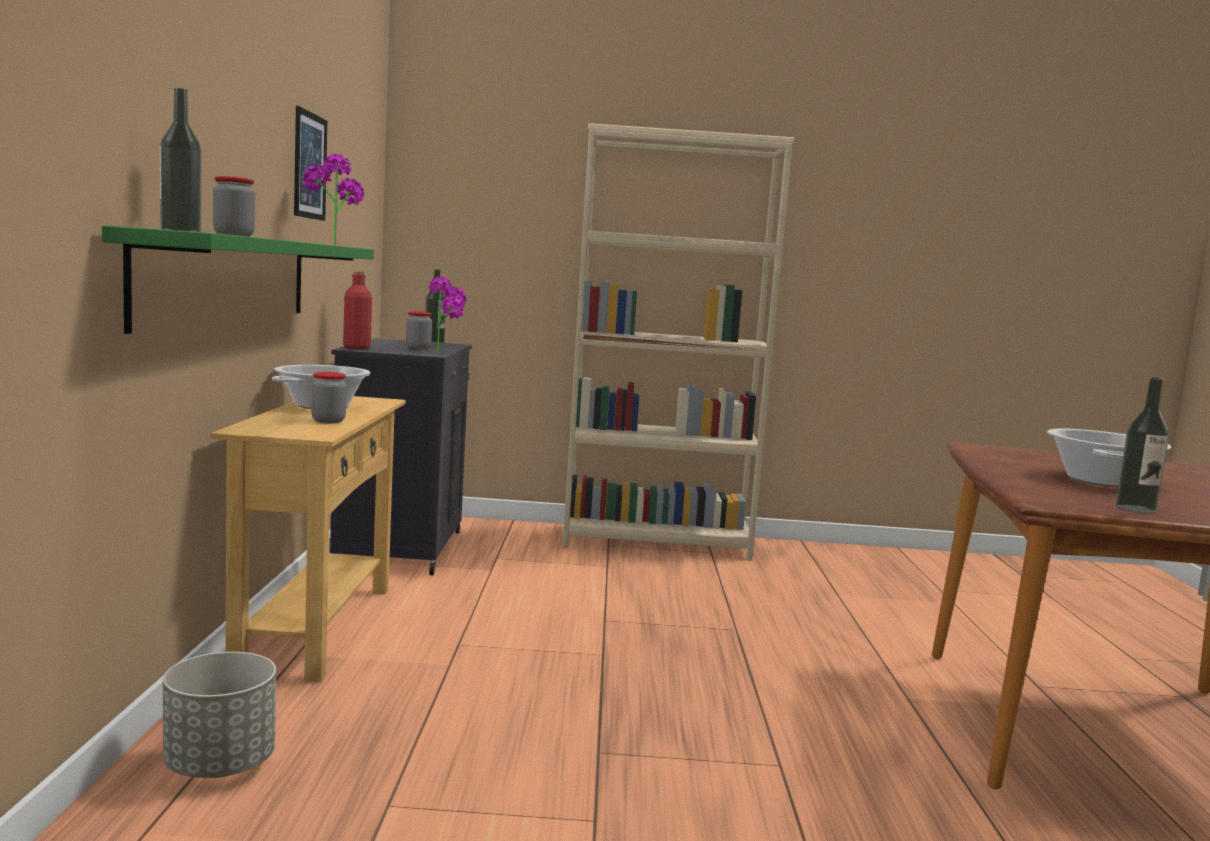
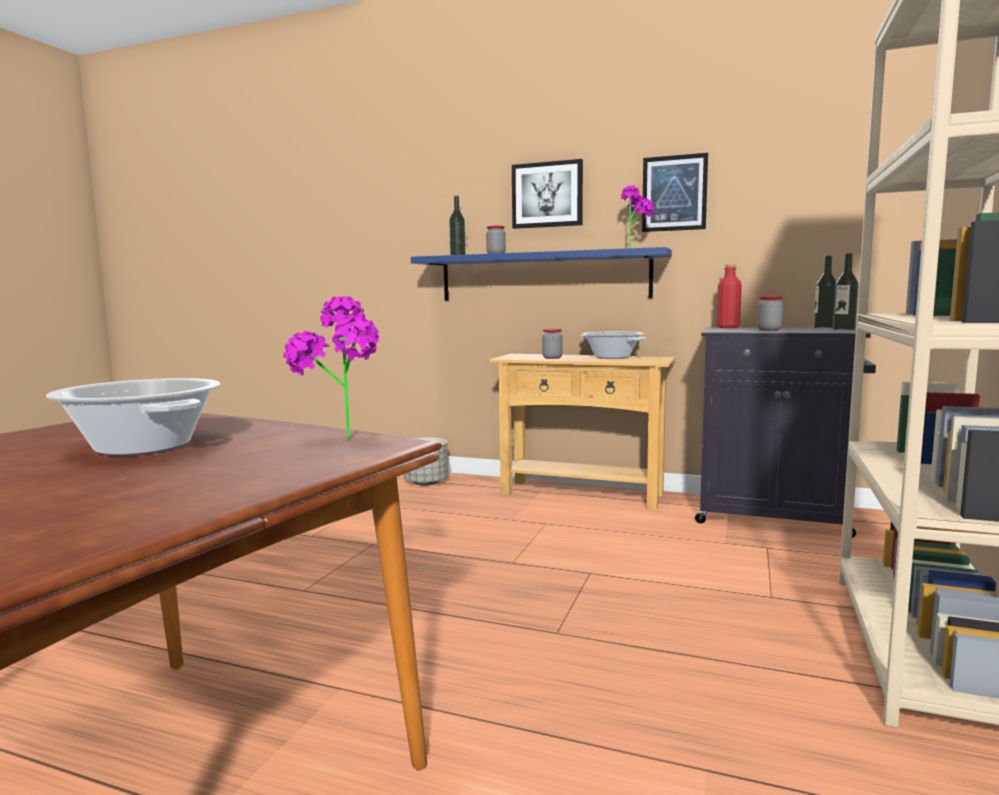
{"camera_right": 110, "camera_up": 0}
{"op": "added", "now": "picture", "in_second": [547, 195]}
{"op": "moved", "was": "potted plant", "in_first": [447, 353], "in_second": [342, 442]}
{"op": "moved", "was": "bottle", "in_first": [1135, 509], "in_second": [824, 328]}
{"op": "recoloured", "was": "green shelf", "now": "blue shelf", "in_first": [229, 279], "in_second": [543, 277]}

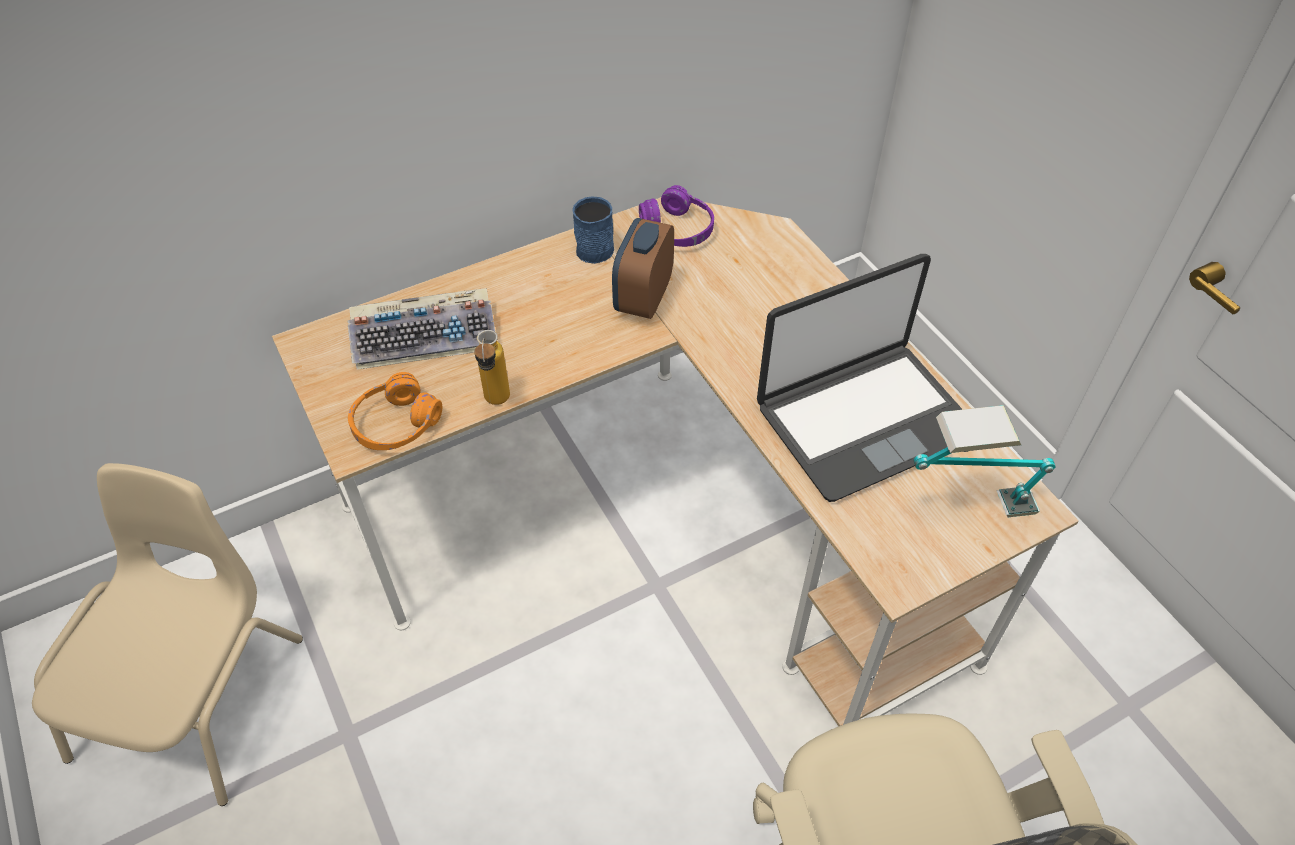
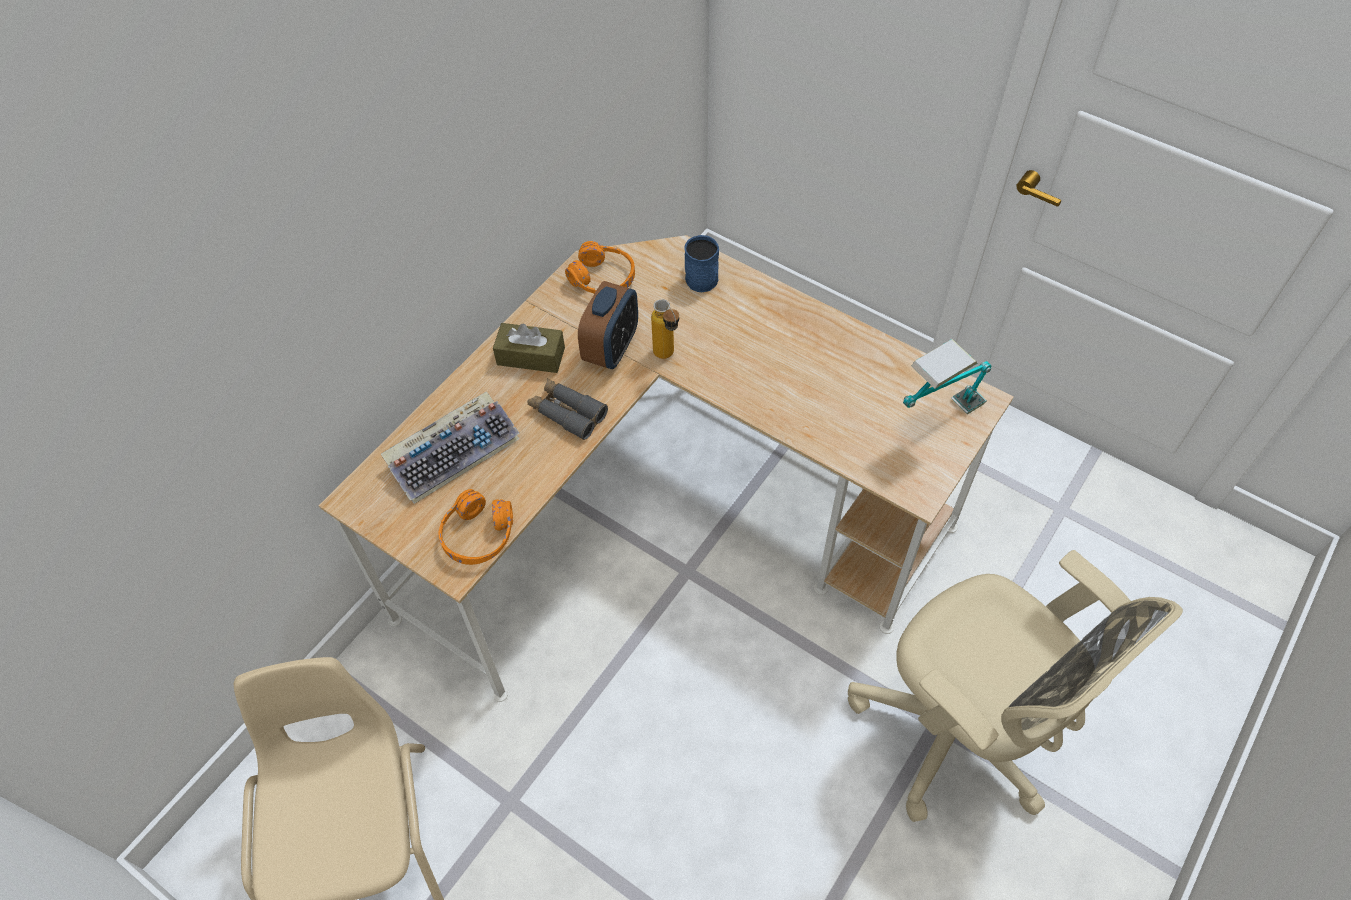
{"camera_right": -25, "camera_up": 5}
{"op": "removed", "was": "laptop", "in_first": [864, 420]}
{"op": "added", "now": "brown tissue box", "in_second": [531, 356]}
{"op": "added", "now": "grey binoculars", "in_second": [567, 413]}
{"op": "moved", "was": "bottle", "in_first": [496, 404], "in_second": [667, 357]}
{"op": "moved", "was": "blue mug", "in_first": [596, 246], "in_second": [700, 275]}
{"op": "recoloured", "was": "purple headphones", "now": "orange headphones", "in_first": [677, 230], "in_second": [603, 278]}
{"op": "turned", "was": "alarm clock", "in_first": [643, 298], "in_second": [611, 349], "clockwise": -150}

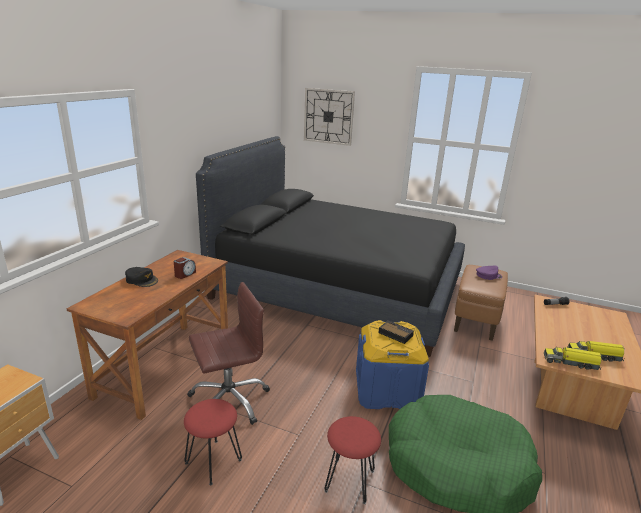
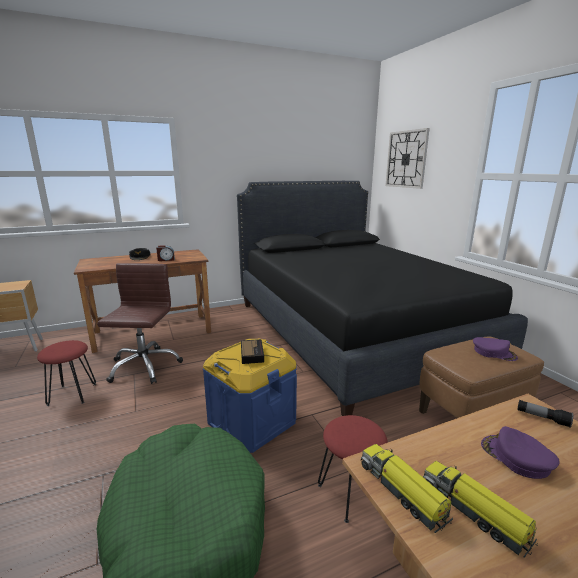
{"camera_right": 45, "camera_up": -5}
{"op": "added", "now": "purple cap", "in_second": [516, 457]}
{"op": "moved", "was": "red stool", "in_first": [350, 481], "in_second": [351, 493]}
{"op": "turned", "was": "brown office chair", "in_first": [229, 400], "in_second": [144, 366], "clockwise": -105}

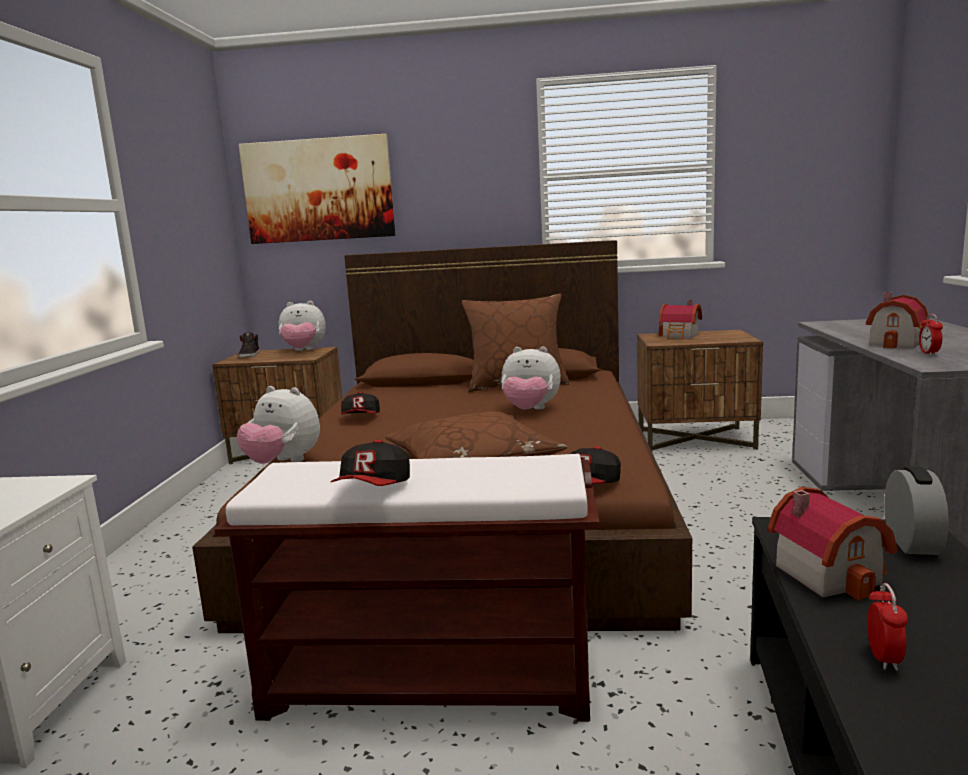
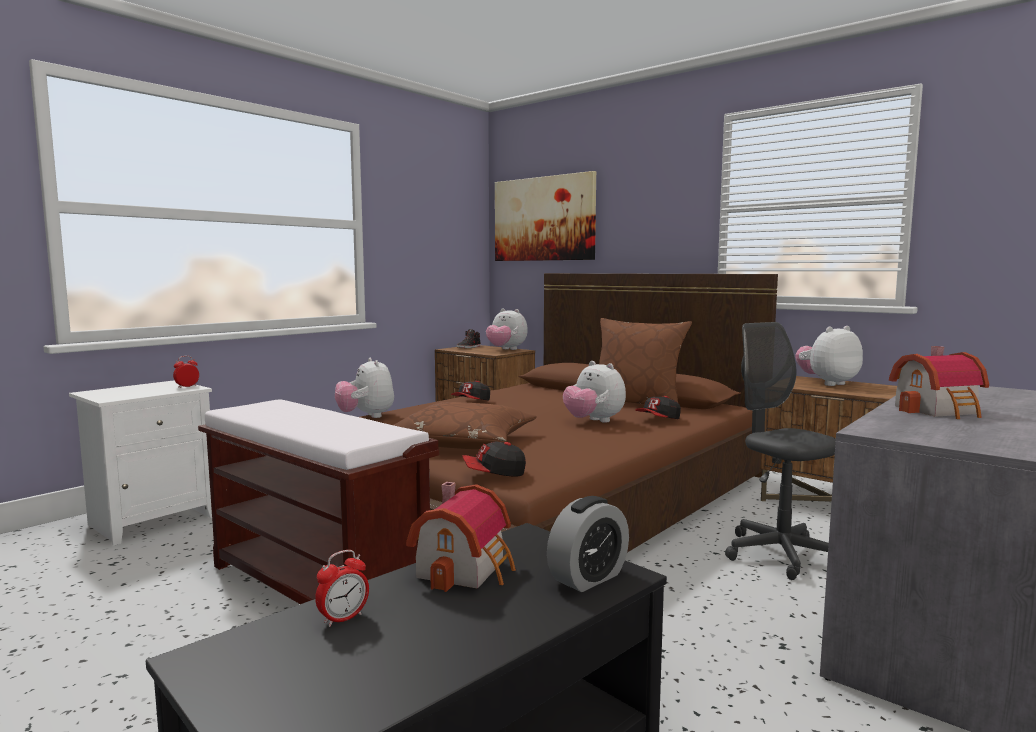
{"camera_right": 35, "camera_up": -5}
{"op": "added", "now": "grey office chair", "in_second": [779, 555]}
{"op": "moved", "was": "cap", "in_first": [374, 488], "in_second": [658, 420]}
{"op": "moved", "was": "alarm clock", "in_first": [929, 353], "in_second": [187, 386]}
{"op": "replaced", "was": "toy house", "now": "plush toy", "in_first": [680, 336], "in_second": [827, 383]}

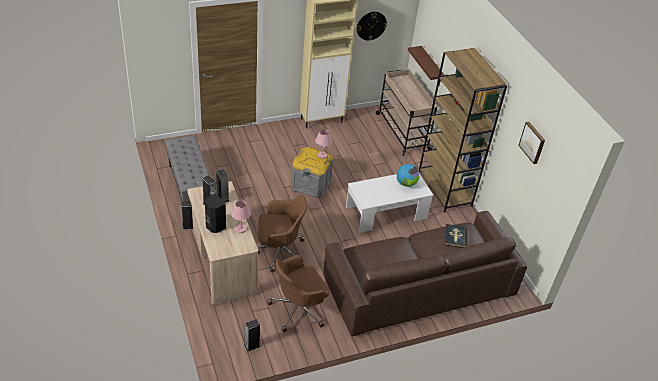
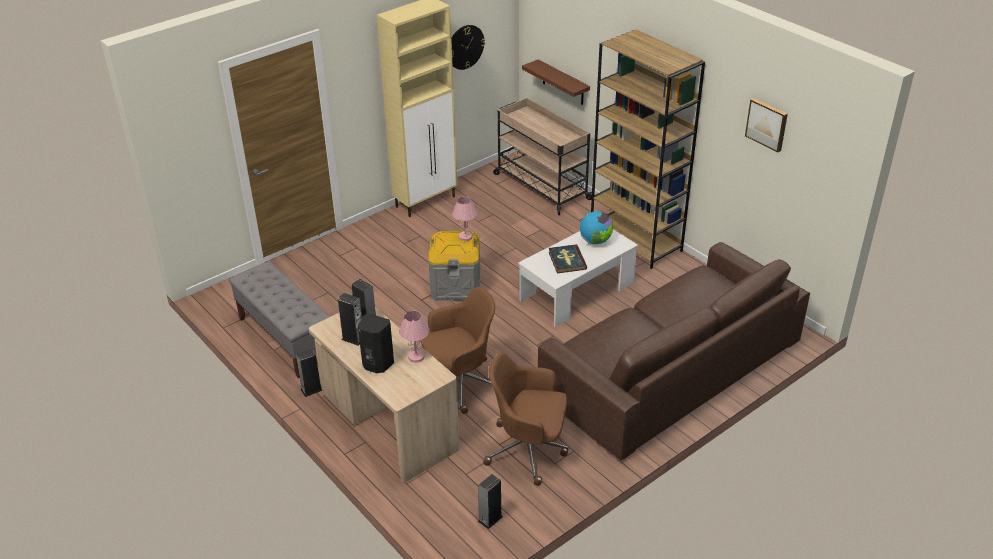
{"camera_right": -15, "camera_up": -5}
{"op": "moved", "was": "book", "in_first": [455, 237], "in_second": [567, 260]}
{"op": "turned", "was": "brown office chair", "in_first": [298, 309], "in_second": [528, 450], "clockwise": 60}

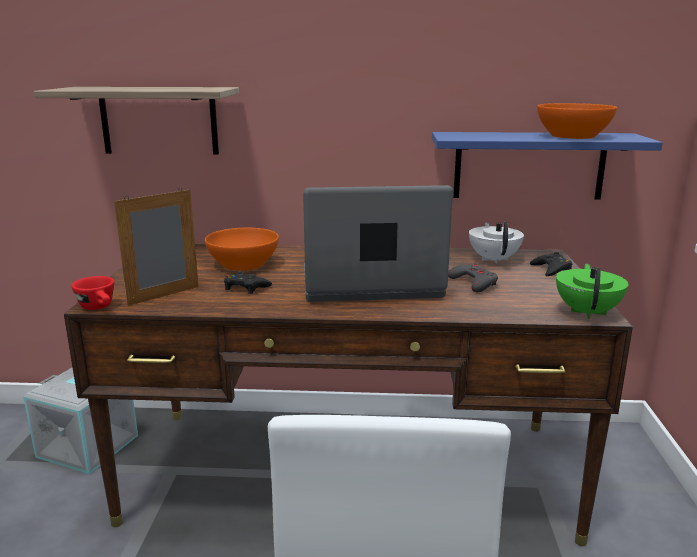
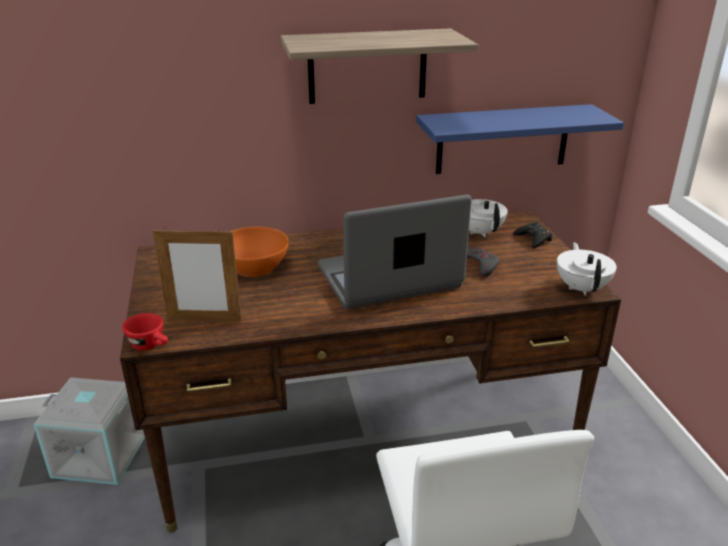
{"camera_right": -15, "camera_up": 10}
{"op": "removed", "was": "black game controller", "in_first": [246, 288]}
{"op": "removed", "was": "orange bowl", "in_first": [572, 136]}
{"op": "moved", "was": "shelf", "in_first": [159, 120], "in_second": [367, 66]}
{"op": "recoloured", "was": "green teapot", "now": "white teapot", "in_first": [587, 312], "in_second": [582, 288]}
{"op": "turned", "was": "picture frame", "in_first": [164, 295], "in_second": [204, 320], "clockwise": -120}

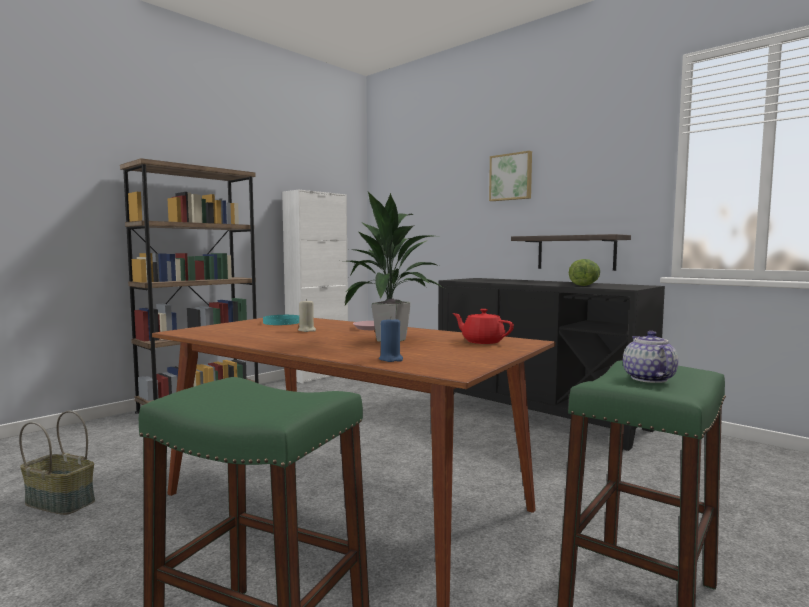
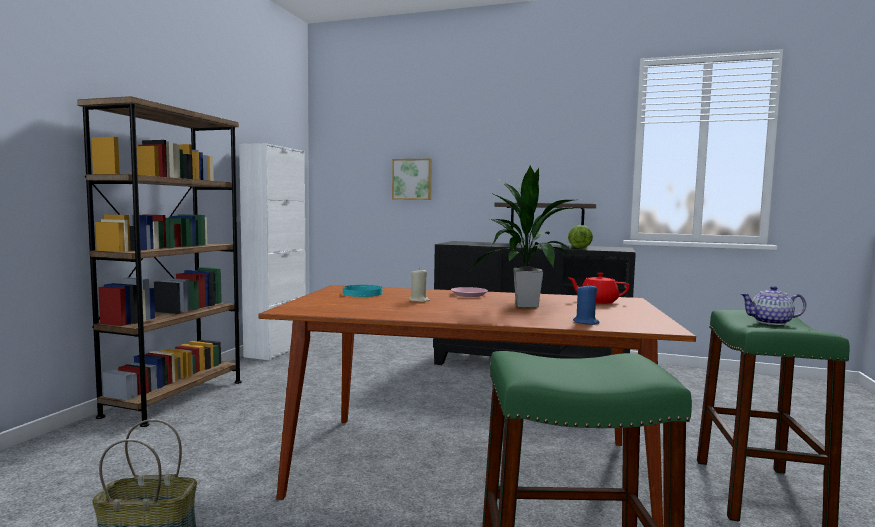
{"camera_right": -25, "camera_up": 0}
{"op": "moved", "was": "picture", "in_first": [511, 177], "in_second": [412, 179]}
{"op": "turned", "was": "teapot", "in_first": [648, 379], "in_second": [771, 322], "clockwise": -60}

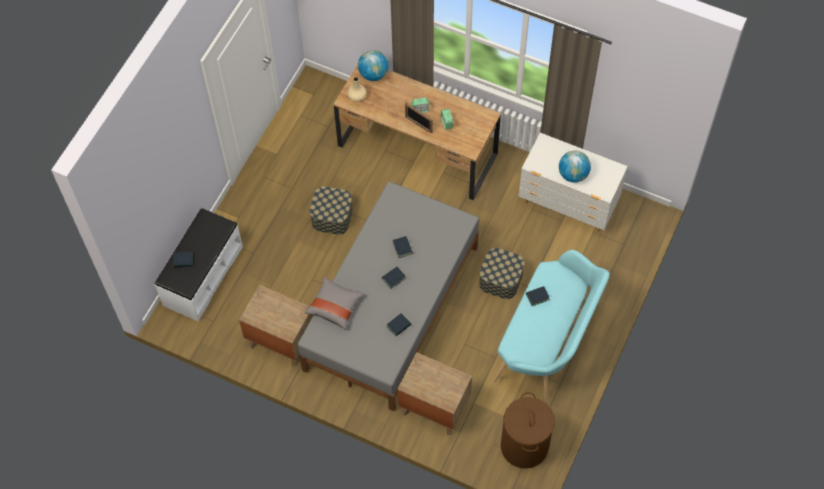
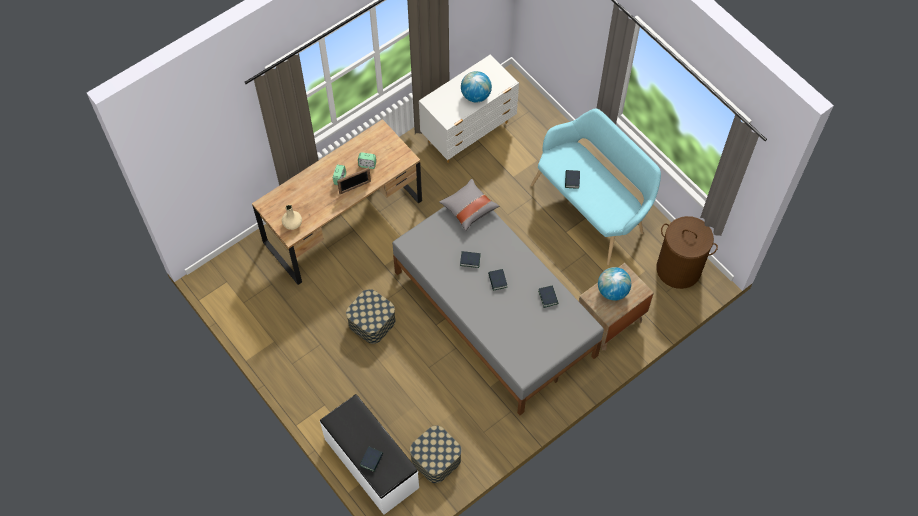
{"camera_right": -65, "camera_up": 0}
{"op": "removed", "was": "brown nightstand", "in_first": [281, 340]}
{"op": "moved", "was": "grey pillow", "in_first": [335, 307], "in_second": [468, 209]}
{"op": "moved", "was": "globe", "in_first": [373, 74], "in_second": [612, 291]}
{"op": "moved", "was": "storage box", "in_first": [501, 279], "in_second": [436, 459]}

